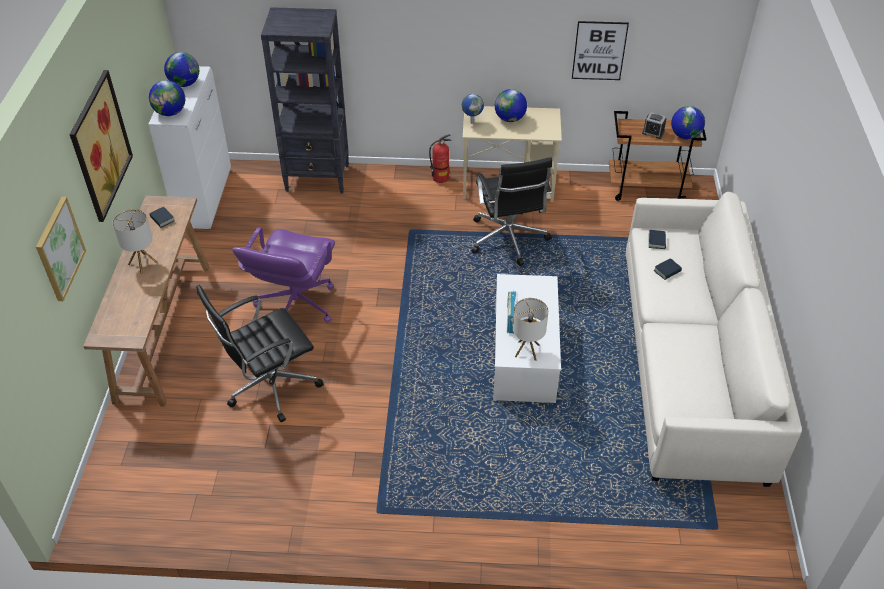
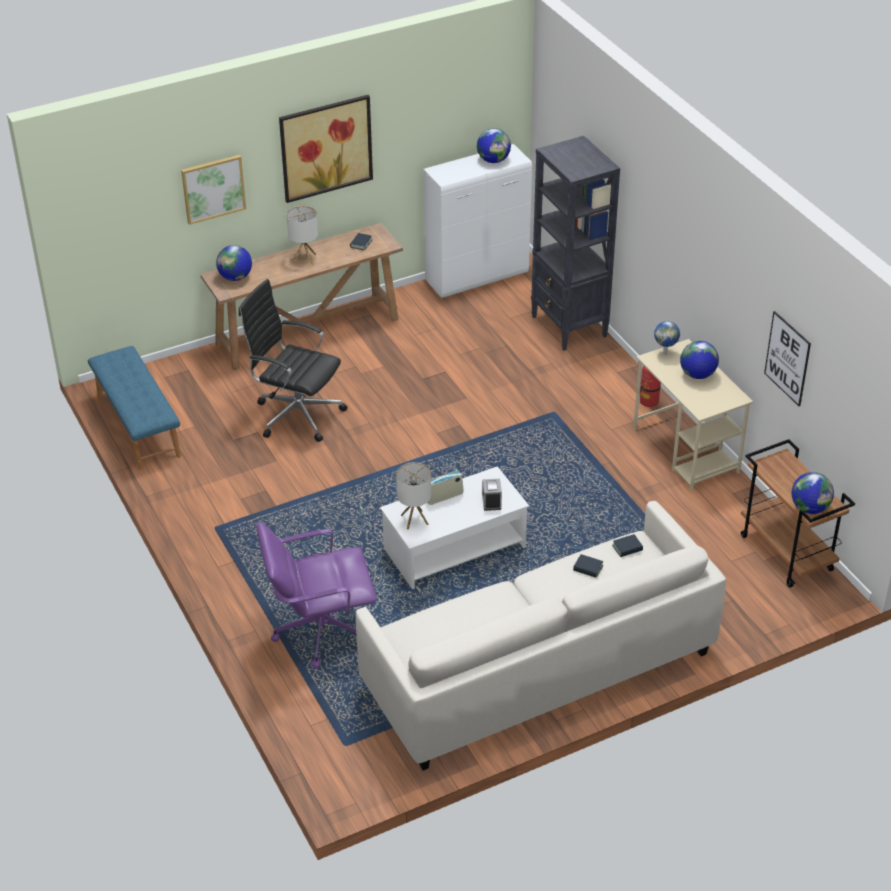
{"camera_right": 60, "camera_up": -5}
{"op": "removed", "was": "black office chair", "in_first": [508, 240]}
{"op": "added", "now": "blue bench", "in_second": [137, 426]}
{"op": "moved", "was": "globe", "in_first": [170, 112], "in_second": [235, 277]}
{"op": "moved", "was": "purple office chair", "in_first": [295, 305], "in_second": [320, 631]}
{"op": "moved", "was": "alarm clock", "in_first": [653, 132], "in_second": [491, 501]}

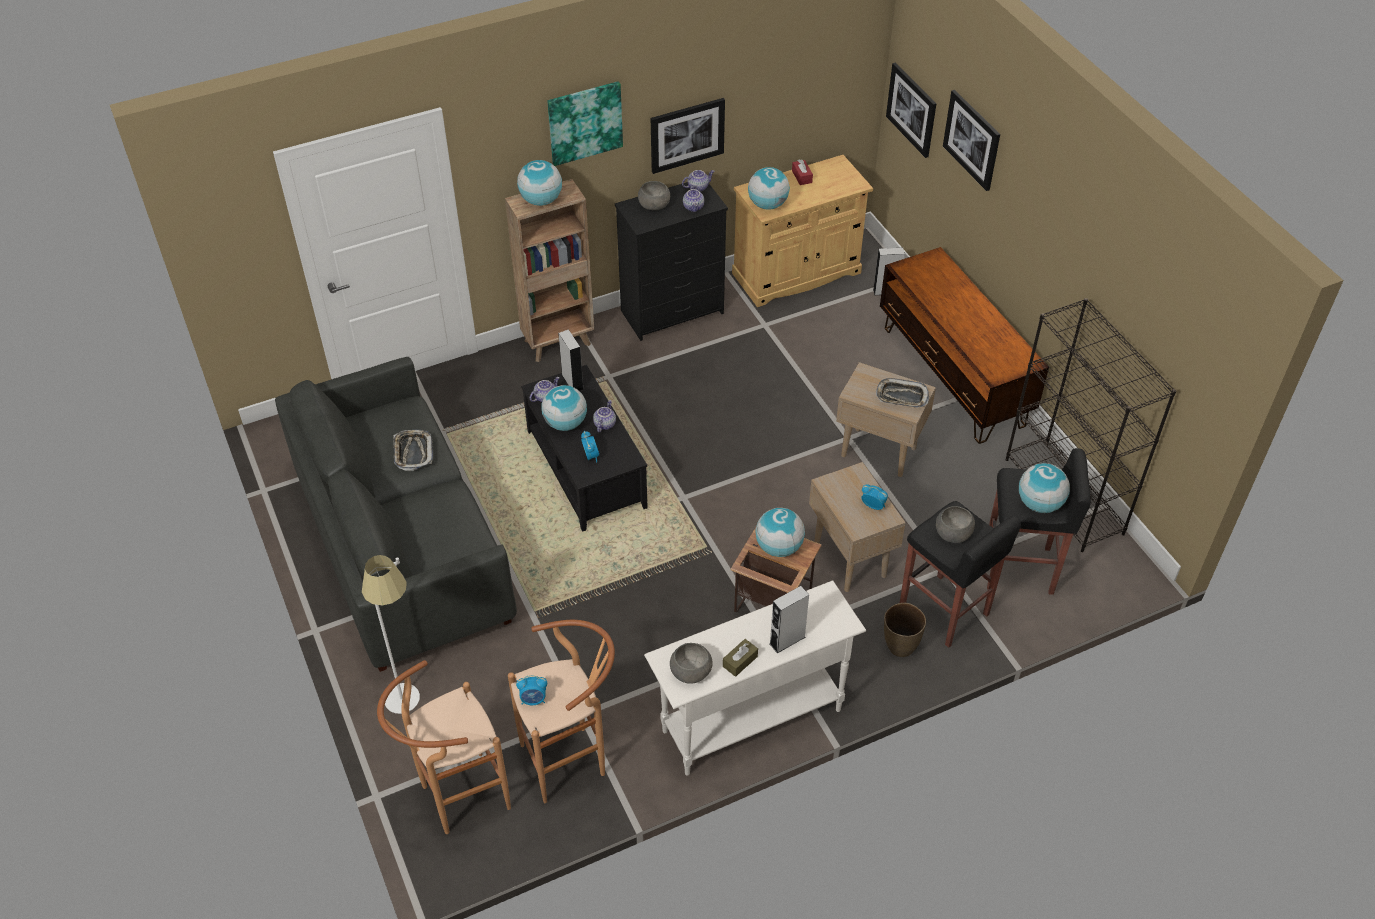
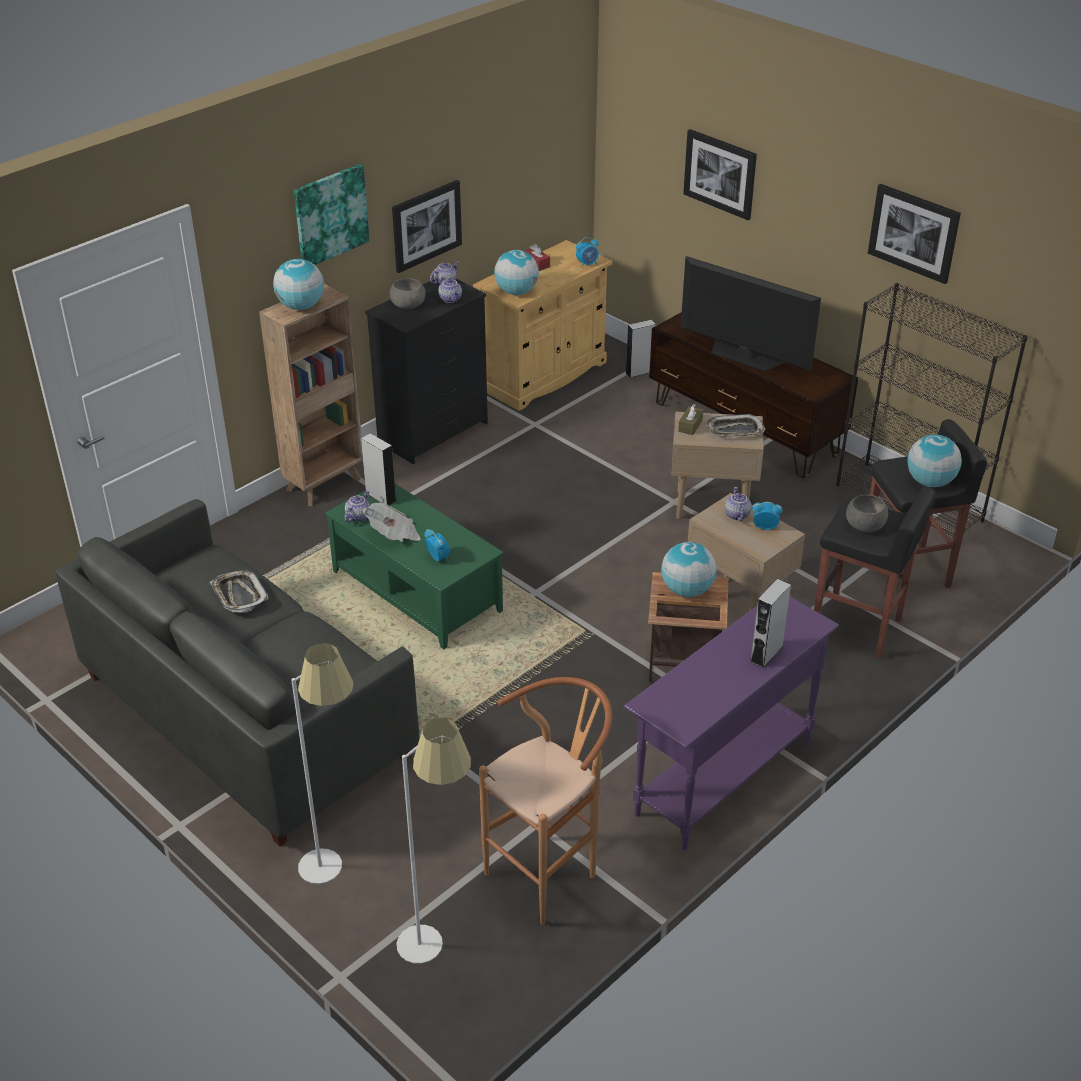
{"camera_right": -20, "camera_up": -10}
{"op": "removed", "was": "grey bowl", "in_first": [691, 671]}
{"op": "removed", "was": "brown vase", "in_first": [900, 647]}
{"op": "added", "now": "television", "in_second": [744, 356]}
{"op": "moved", "was": "alarm clock", "in_first": [533, 699], "in_second": [587, 264]}
{"op": "moved", "was": "teapot", "in_first": [604, 424], "in_second": [736, 515]}
{"op": "moved", "was": "brown tissue box", "in_first": [740, 661], "in_second": [690, 426]}
{"op": "moved", "was": "picture", "in_first": [912, 109], "in_second": [914, 233]}
{"op": "replaced", "was": "brown stool", "now": "white floor lamp", "in_first": [457, 799], "in_second": [438, 951]}
{"op": "replaced", "was": "globe", "now": "newspaper", "in_first": [565, 423], "in_second": [393, 535]}
{"op": "recoloured", "was": "black coffee table", "now": "green coffee table", "in_first": [584, 470], "in_second": [415, 592]}
{"op": "recoloured", "was": "white console table", "now": "purple console table", "in_first": [751, 720], "in_second": [722, 778]}

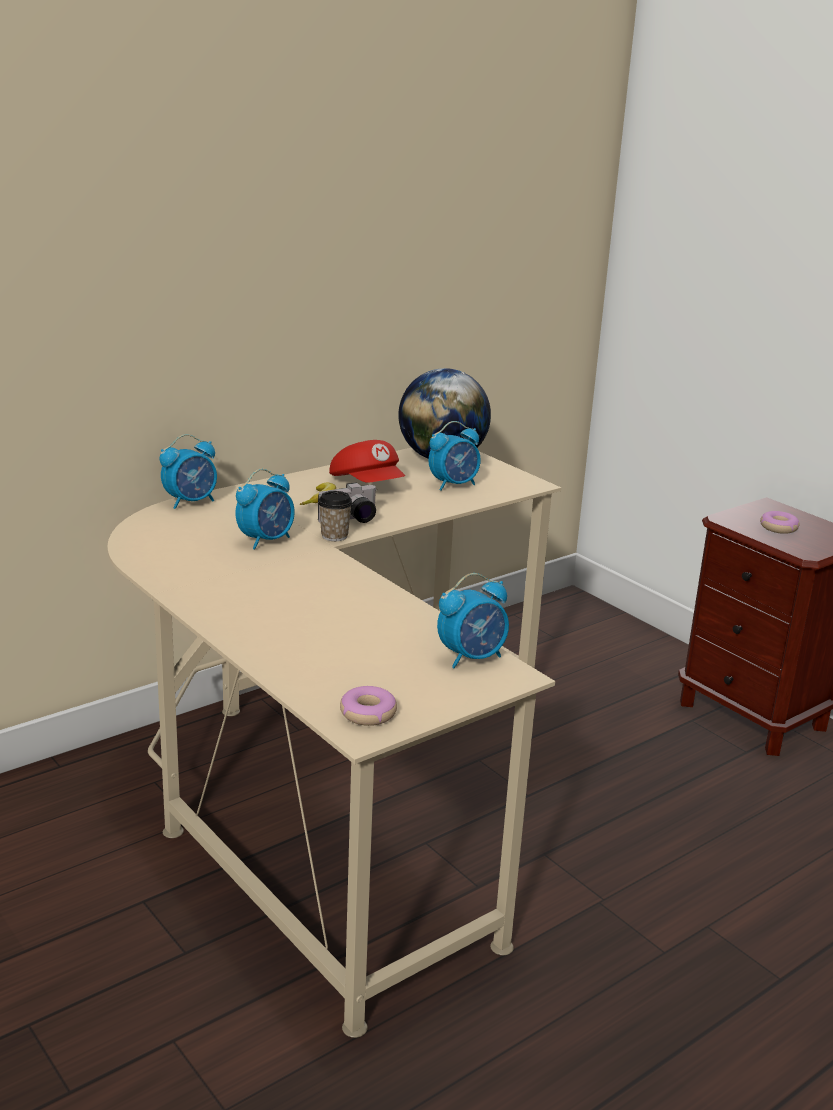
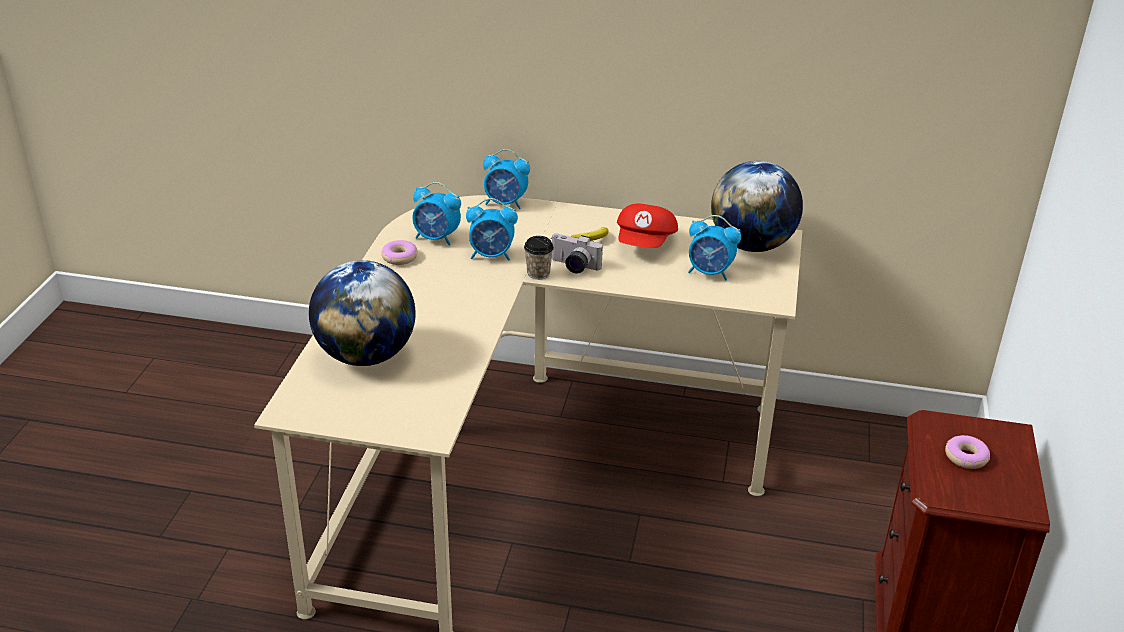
{"camera_right": 50, "camera_up": 10}
{"op": "added", "now": "globe", "in_second": [366, 356]}
{"op": "moved", "was": "donut", "in_first": [368, 713], "in_second": [399, 257]}
{"op": "moved", "was": "alarm clock", "in_first": [472, 657], "in_second": [437, 238]}

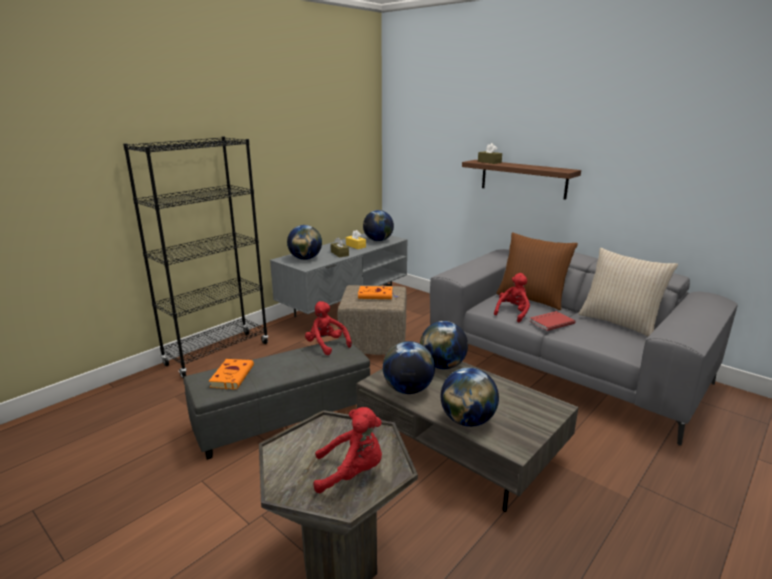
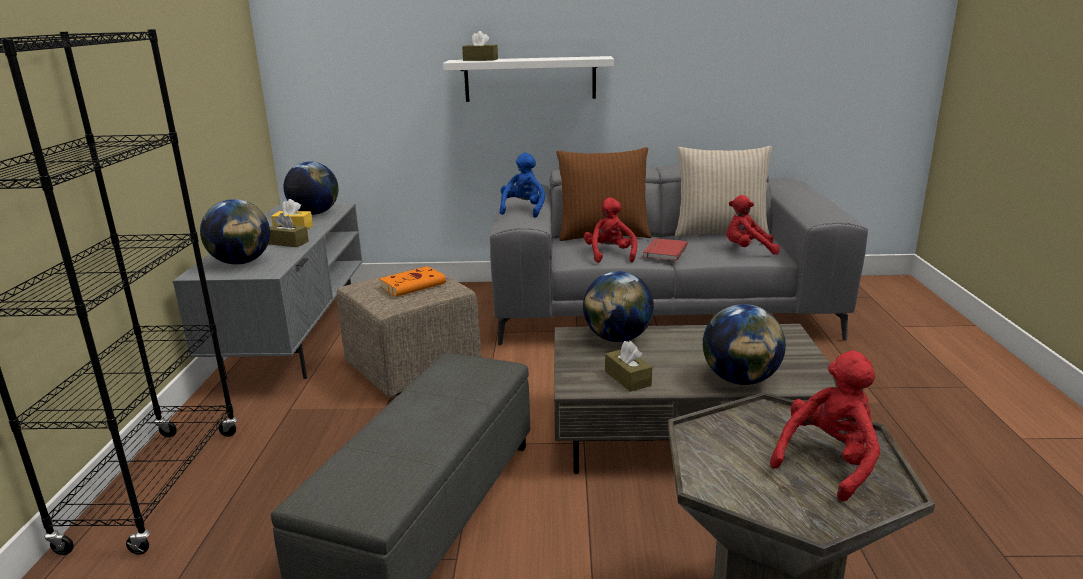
{"camera_right": -40, "camera_up": 0}
{"op": "removed", "was": "orange book", "in_first": [232, 376]}
{"op": "added", "now": "blue plush toy", "in_second": [523, 210]}
{"op": "moved", "was": "red plush toy", "in_first": [326, 345], "in_second": [748, 250]}
{"op": "replaced", "was": "globe", "now": "brown tissue box", "in_first": [408, 390], "in_second": [627, 378]}
{"op": "recoloured", "was": "brown shelf", "now": "white shelf", "in_first": [523, 179], "in_second": [530, 79]}

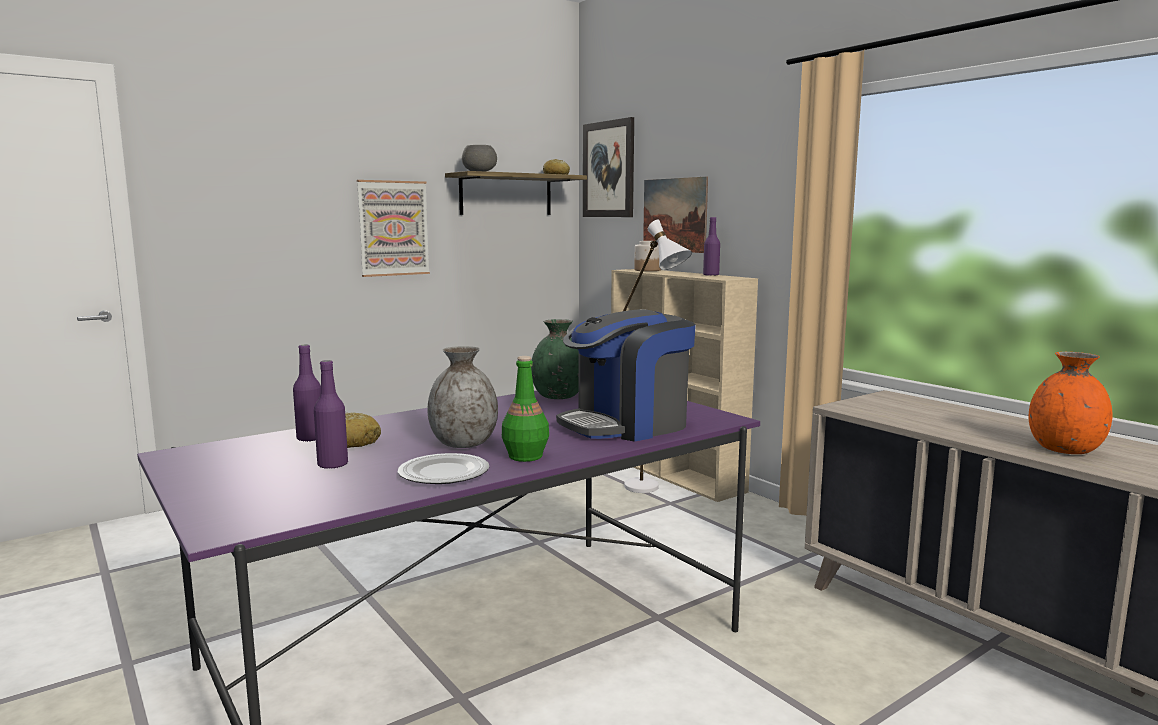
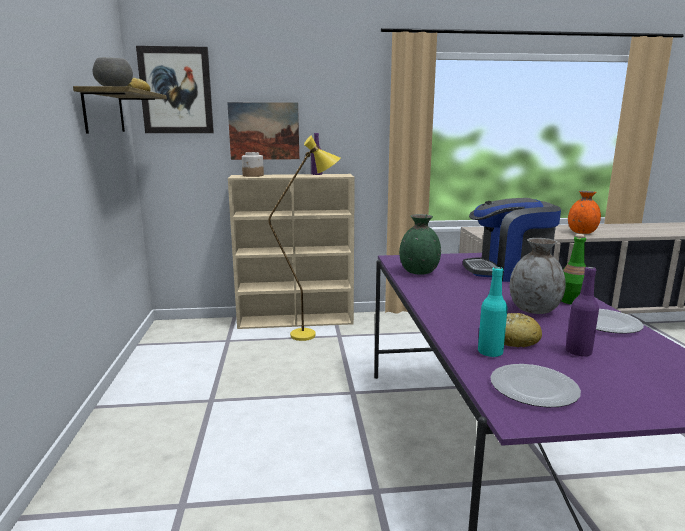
{"camera_right": -60, "camera_up": 5}
{"op": "removed", "was": "picture", "in_first": [393, 228]}
{"op": "added", "now": "plate", "in_second": [534, 389]}
{"op": "recoloured", "was": "purple bottle", "now": "turquoise bottle", "in_first": [310, 438], "in_second": [490, 352]}
{"op": "recoloured", "was": "white floor lamp", "now": "yellow floor lamp", "in_first": [651, 490], "in_second": [312, 334]}
{"op": "turned", "was": "coffee machine", "in_first": [627, 425], "in_second": [508, 272], "clockwise": 90}

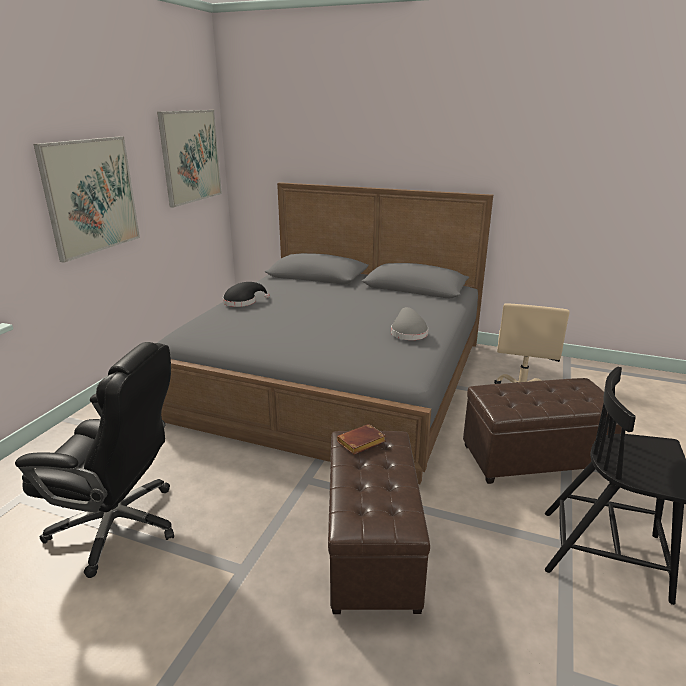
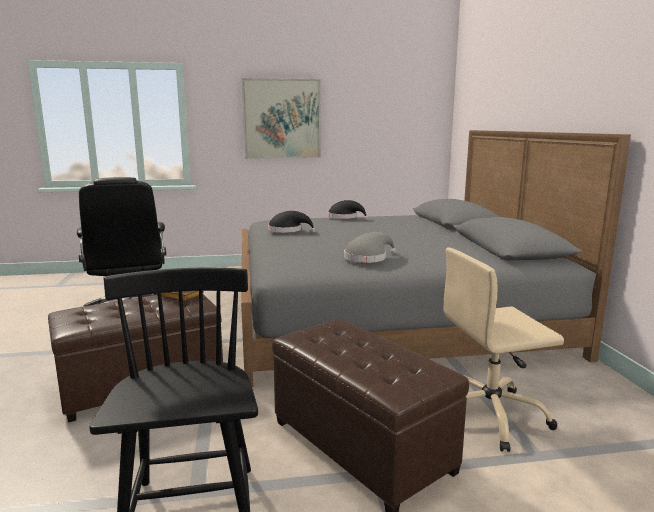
{"camera_right": 60, "camera_up": -10}
{"op": "removed", "was": "picture", "in_first": [190, 156]}
{"op": "added", "now": "black hat", "in_second": [288, 231]}

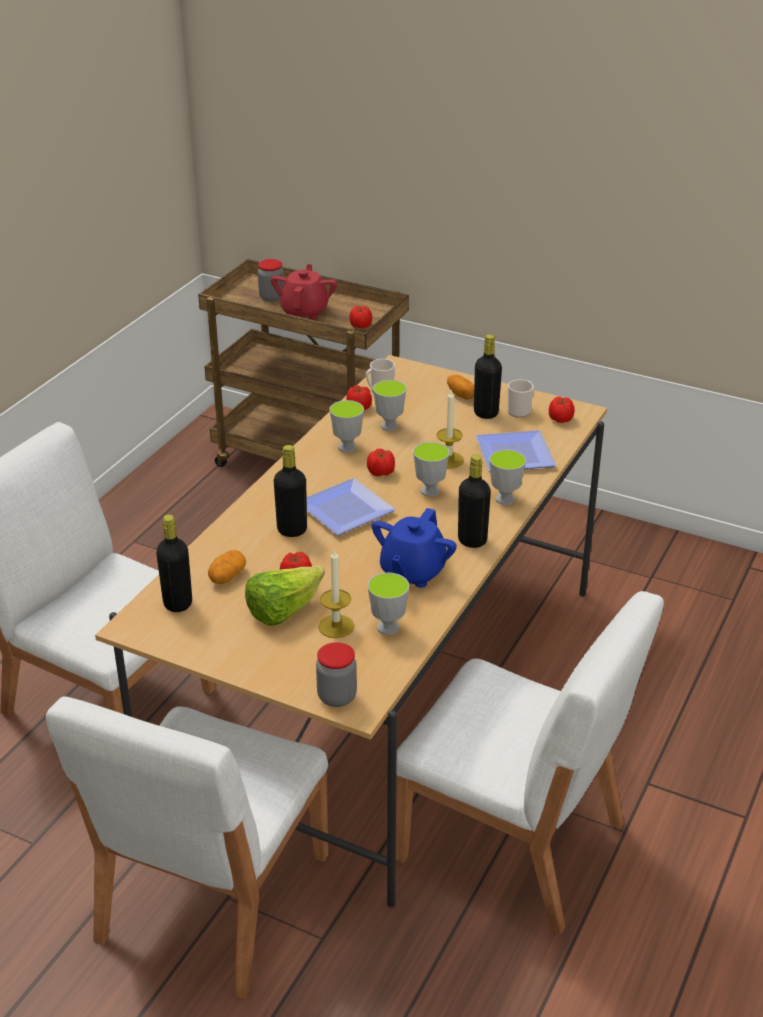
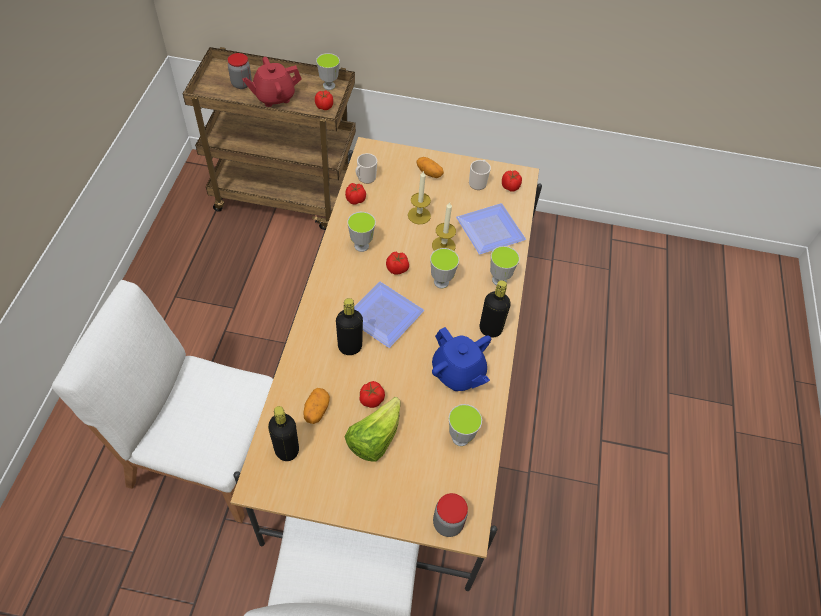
{"camera_right": -20, "camera_up": 20}
{"op": "removed", "was": "white chair", "in_first": [513, 843]}
{"op": "removed", "was": "black bottle", "in_first": [486, 413]}
{"op": "moved", "was": "candle", "in_first": [336, 626], "in_second": [419, 215]}
{"op": "moved", "was": "cup", "in_first": [389, 426], "in_second": [329, 86]}
{"op": "turned", "was": "red teapot", "in_first": [305, 311], "in_second": [274, 97], "clockwise": -105}
{"op": "turned", "was": "blue teapot", "in_first": [412, 572], "in_second": [458, 373], "clockwise": -45}

